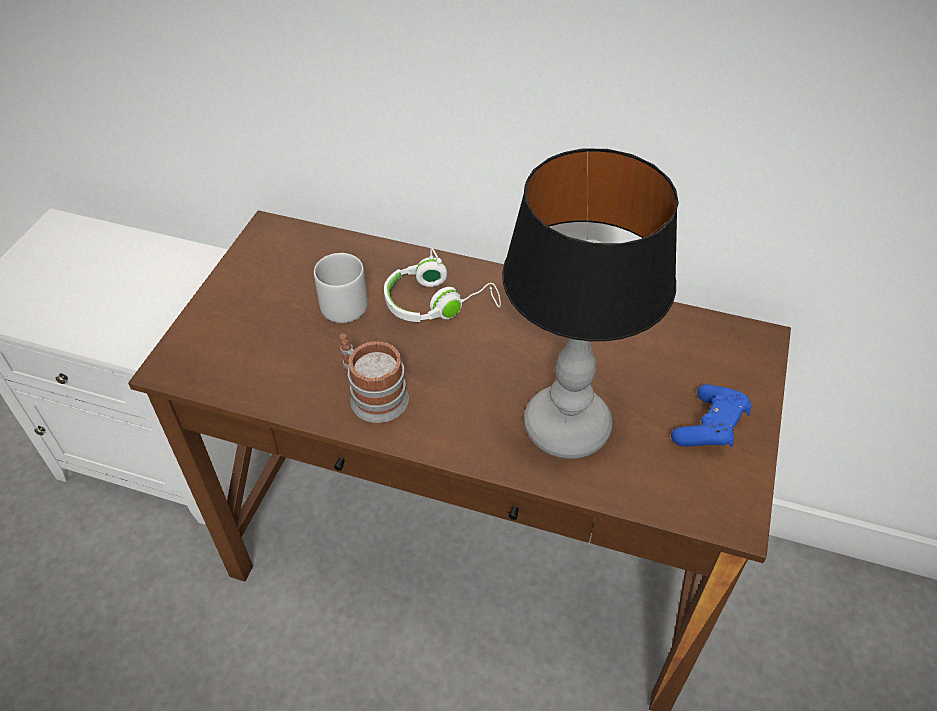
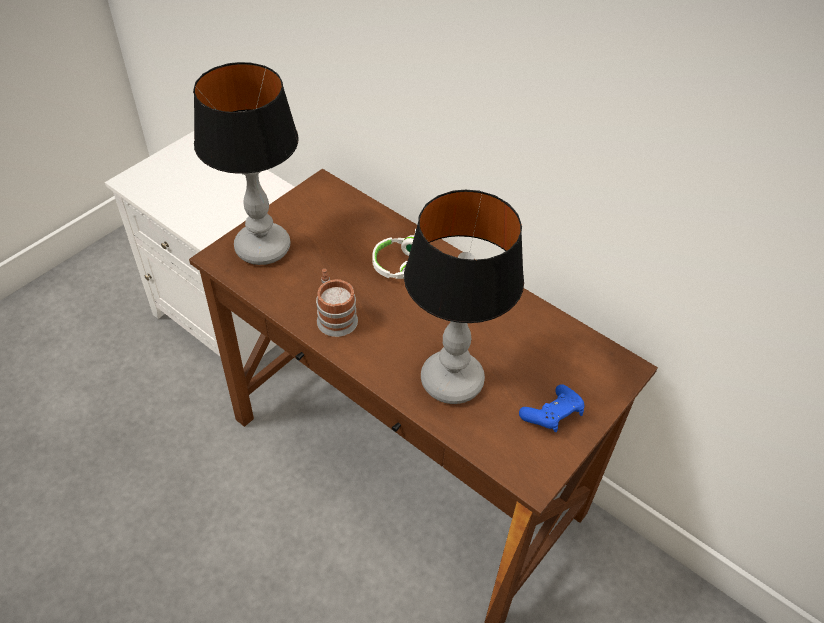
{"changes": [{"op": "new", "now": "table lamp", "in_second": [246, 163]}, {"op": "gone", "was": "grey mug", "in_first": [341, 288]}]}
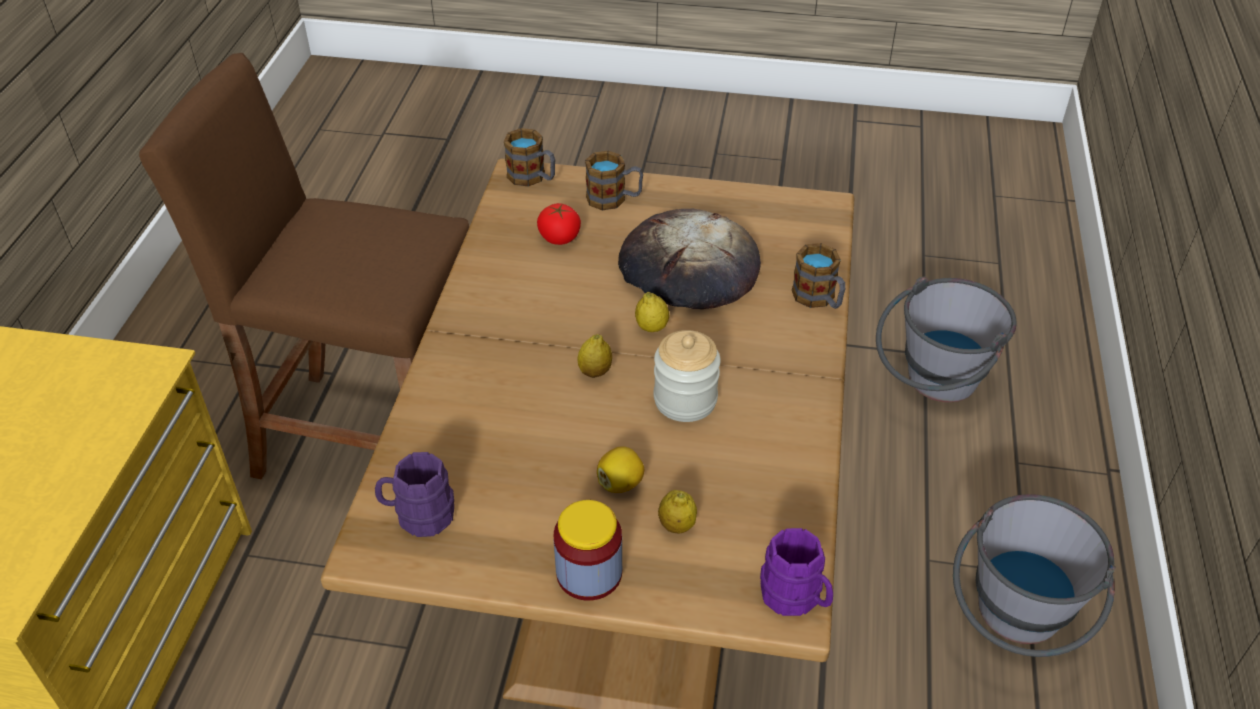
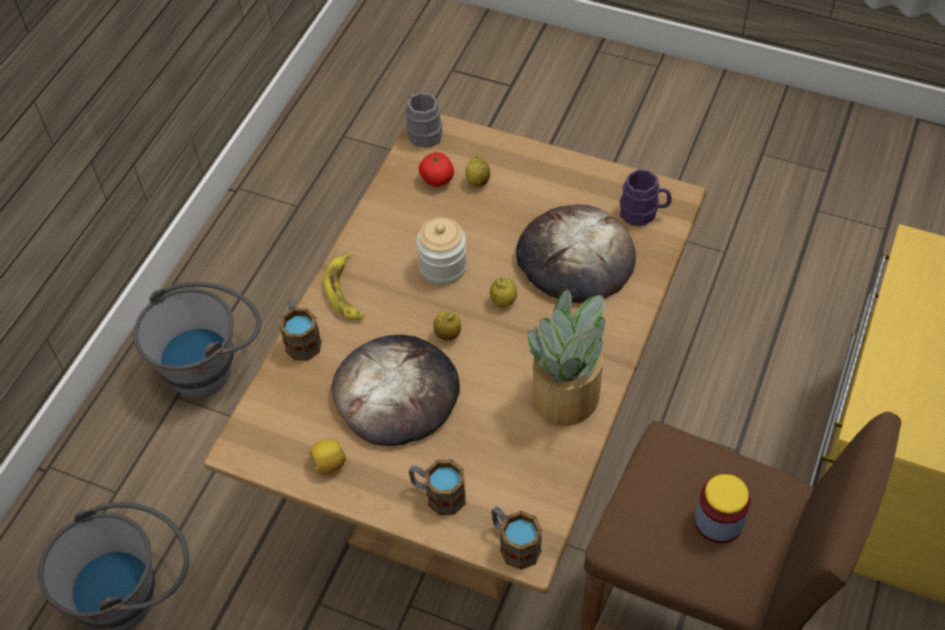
{"changes": [{"op": "shifted", "was": "lemon", "in_first": [620, 469], "in_second": [327, 456]}, {"op": "new", "now": "banana", "in_second": [343, 285]}, {"op": "repainted", "was": "purple mug", "now": "grey mug", "in_first": [796, 572], "in_second": [424, 120]}, {"op": "shifted", "was": "tomato", "in_first": [559, 224], "in_second": [436, 169]}, {"op": "new", "now": "bread", "in_second": [576, 253]}, {"op": "new", "now": "potted plant", "in_second": [567, 357]}, {"op": "shifted", "was": "jar", "in_first": [588, 550], "in_second": [722, 508]}]}
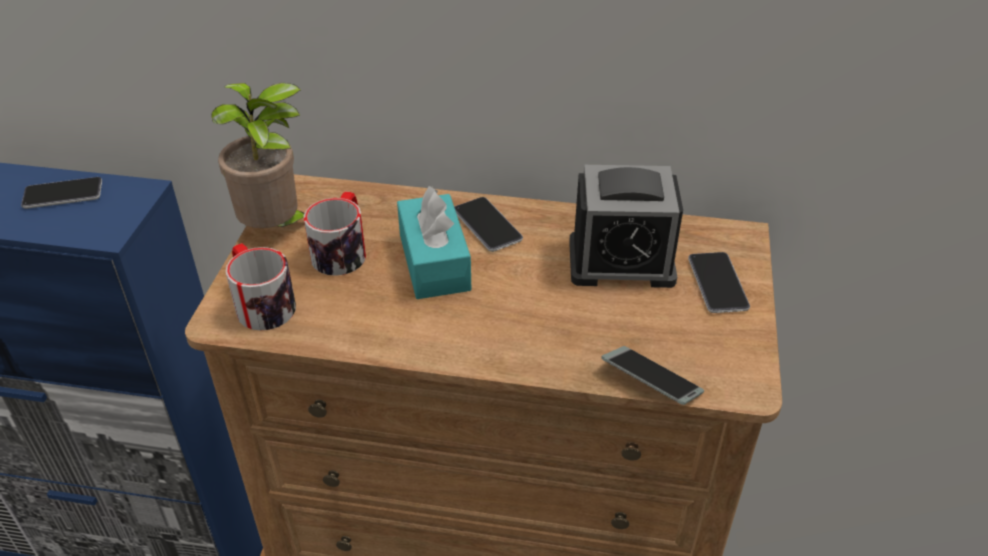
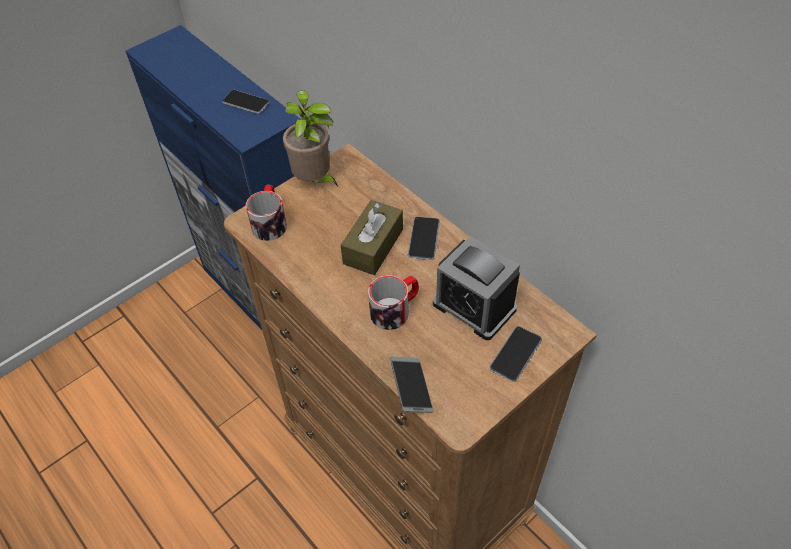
{"changes": [{"op": "repainted", "was": "turquoise tissue box", "now": "brown tissue box", "in_first": [434, 242], "in_second": [372, 237]}, {"op": "shifted", "was": "mug", "in_first": [335, 234], "in_second": [393, 302]}]}
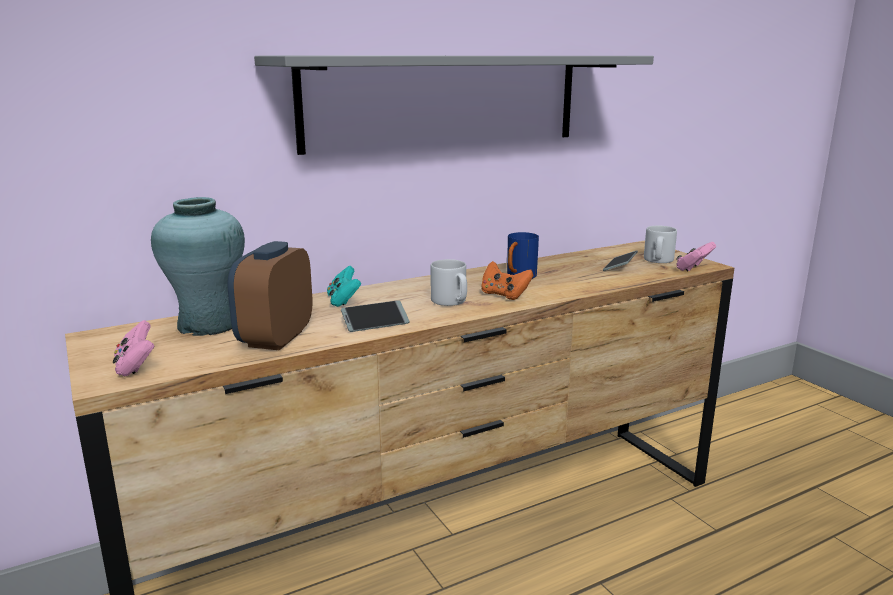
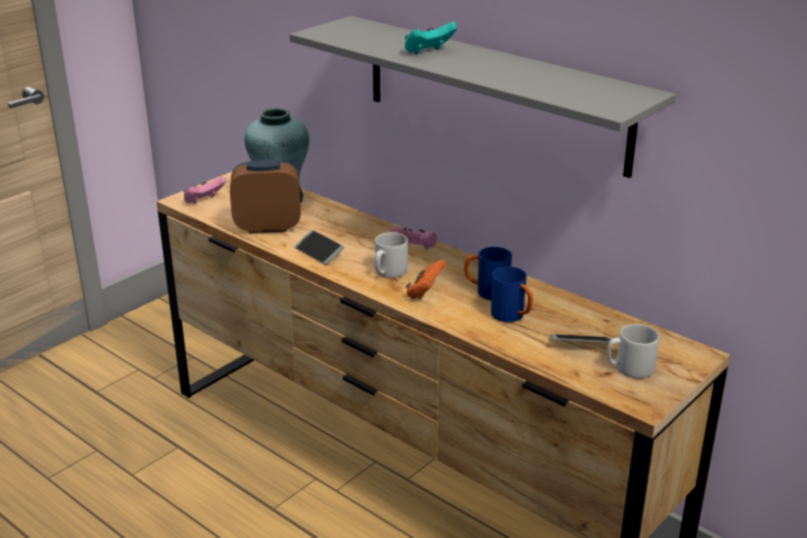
{"changes": [{"op": "shifted", "was": "pink game controller", "in_first": [696, 257], "in_second": [413, 238]}, {"op": "shifted", "was": "turquoise game controller", "in_first": [344, 286], "in_second": [431, 38]}, {"op": "new", "now": "blue mug", "in_second": [512, 294]}]}
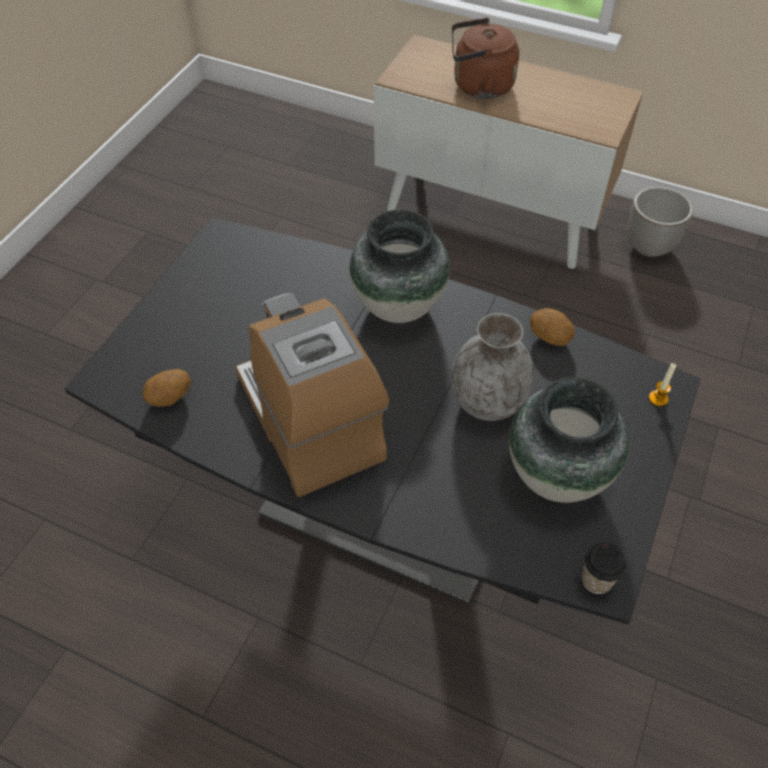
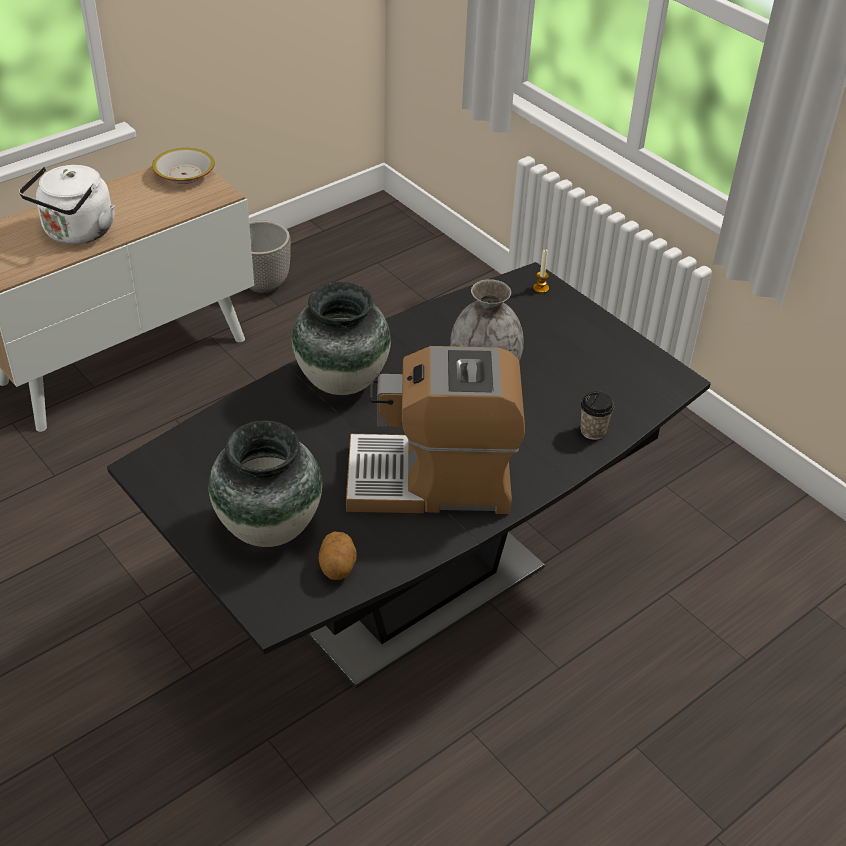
{"changes": [{"op": "repainted", "was": "brown kettle", "now": "white kettle", "in_first": [486, 58], "in_second": [67, 204]}, {"op": "new", "now": "bowl", "in_second": [183, 166]}, {"op": "shifted", "was": "vase", "in_first": [569, 440], "in_second": [265, 483]}, {"op": "shifted", "was": "cup", "in_first": [604, 568], "in_second": [597, 415]}, {"op": "gone", "was": "potato", "in_first": [552, 327]}]}
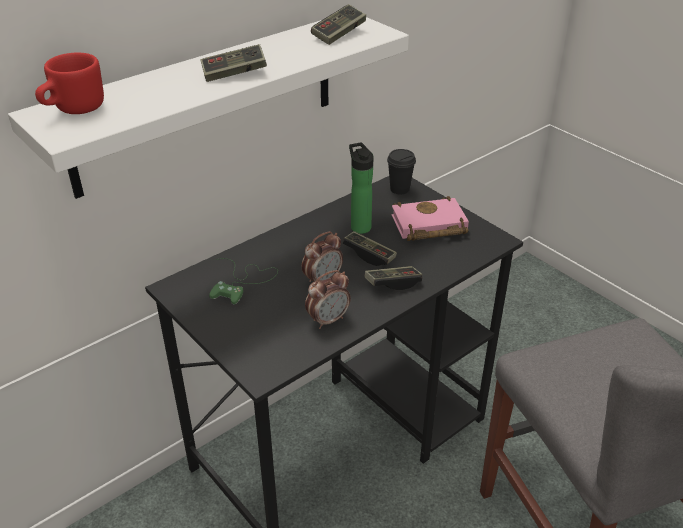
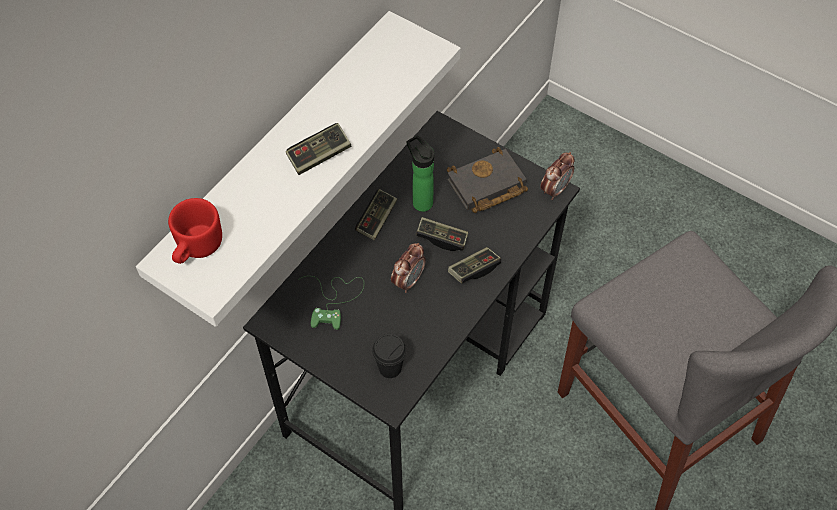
{"changes": [{"op": "shifted", "was": "game controller", "in_first": [338, 24], "in_second": [376, 214]}, {"op": "shifted", "was": "black cup", "in_first": [401, 171], "in_second": [389, 356]}, {"op": "repainted", "was": "pink book", "now": "black book", "in_first": [430, 218], "in_second": [487, 180]}, {"op": "shifted", "was": "alarm clock", "in_first": [328, 299], "in_second": [557, 176]}]}
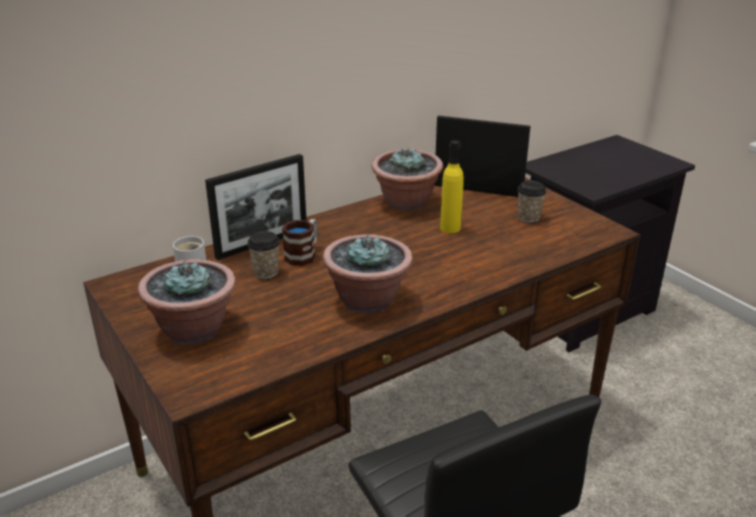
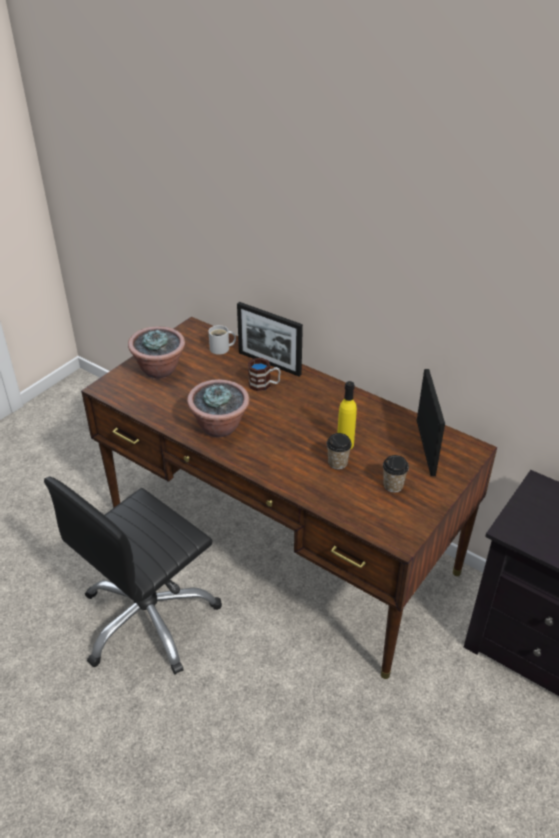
{"changes": [{"op": "shifted", "was": "cup", "in_first": [263, 255], "in_second": [339, 451]}, {"op": "gone", "was": "potted plant", "in_first": [407, 179]}]}
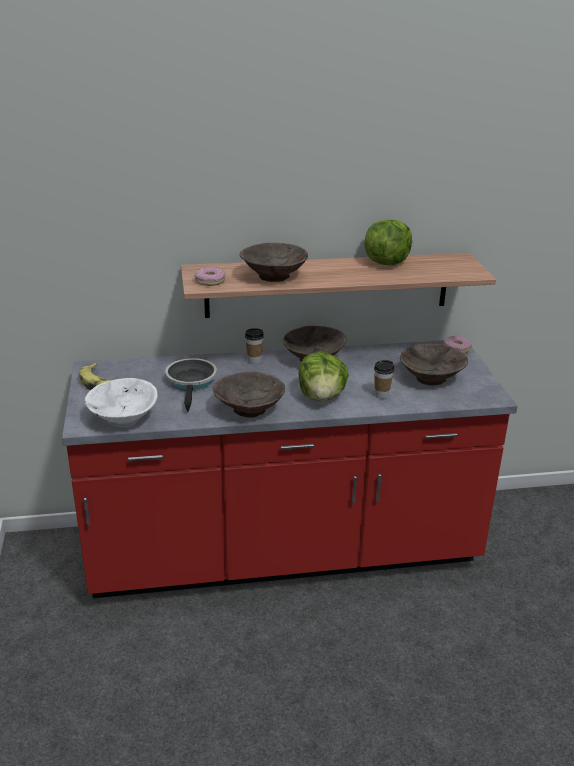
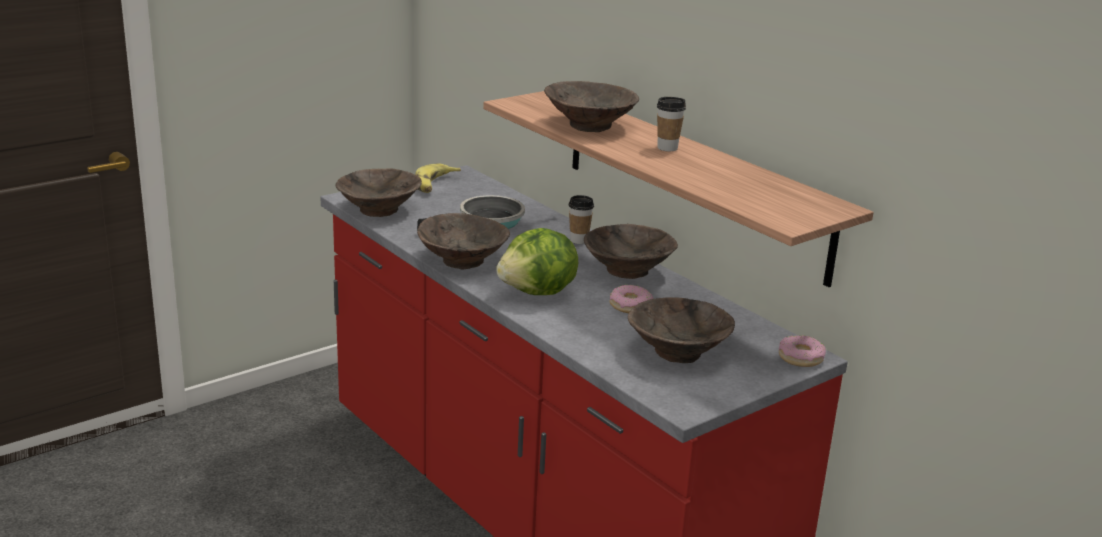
{"changes": [{"op": "repainted", "was": "white bowl", "now": "brown bowl", "in_first": [121, 402], "in_second": [378, 193]}, {"op": "shifted", "was": "donut", "in_first": [210, 276], "in_second": [631, 299]}, {"op": "shifted", "was": "cup", "in_first": [384, 379], "in_second": [671, 124]}, {"op": "gone", "was": "lettuce", "in_first": [388, 243]}]}
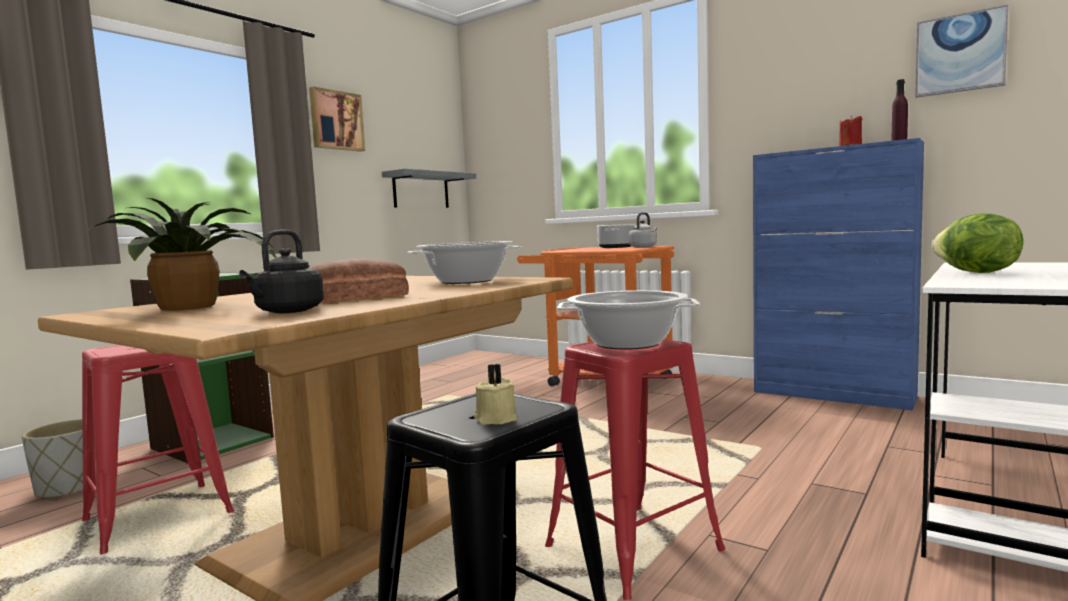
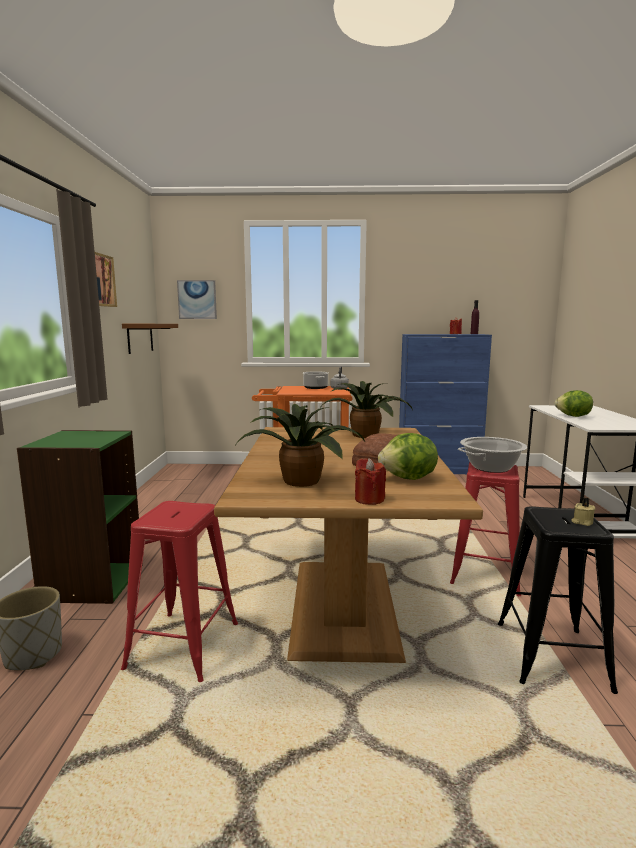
{"changes": [{"op": "repainted", "was": "grey shelf", "now": "brown shelf", "in_first": [429, 188], "in_second": [150, 339]}, {"op": "shifted", "was": "picture", "in_first": [961, 51], "in_second": [197, 299]}, {"op": "swapped", "was": "cooking pot", "now": "potted plant", "in_first": [464, 262], "in_second": [366, 409]}, {"op": "new", "now": "red candle", "in_second": [370, 481]}, {"op": "swapped", "was": "black kettle", "now": "lettuce", "in_first": [281, 271], "in_second": [408, 456]}]}
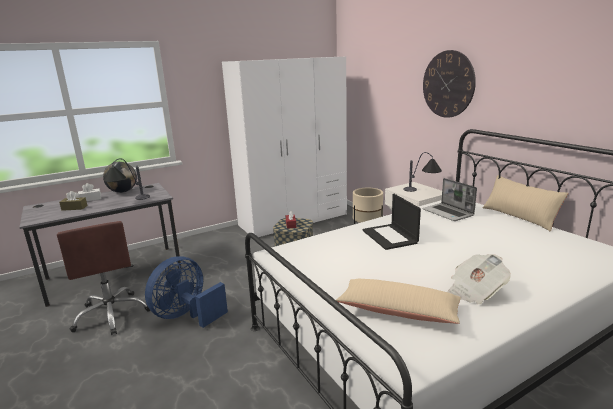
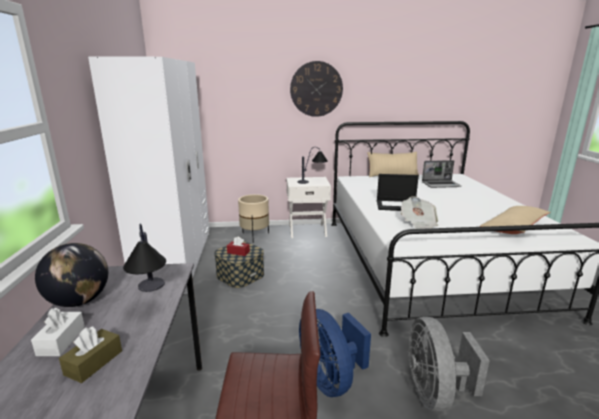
{"changes": [{"op": "shifted", "was": "newspaper", "in_first": [479, 279], "in_second": [419, 212]}, {"op": "new", "now": "grey fan", "in_second": [449, 364]}, {"op": "shifted", "was": "laptop", "in_first": [449, 199], "in_second": [441, 174]}]}
